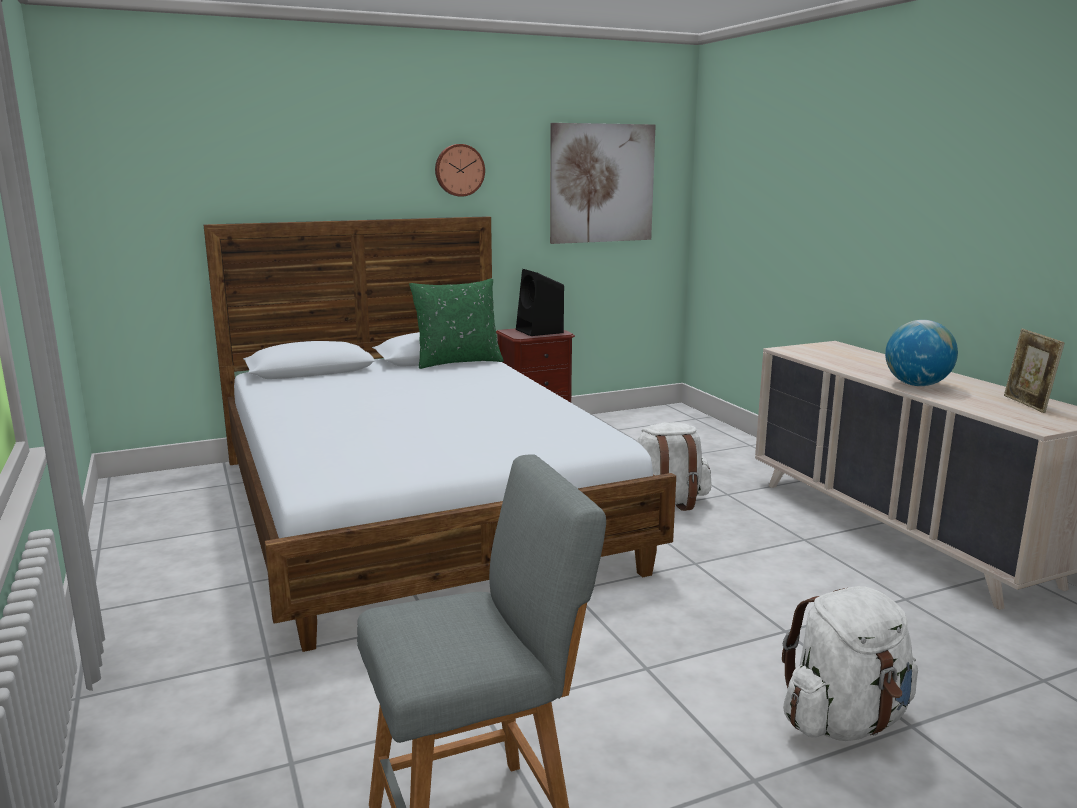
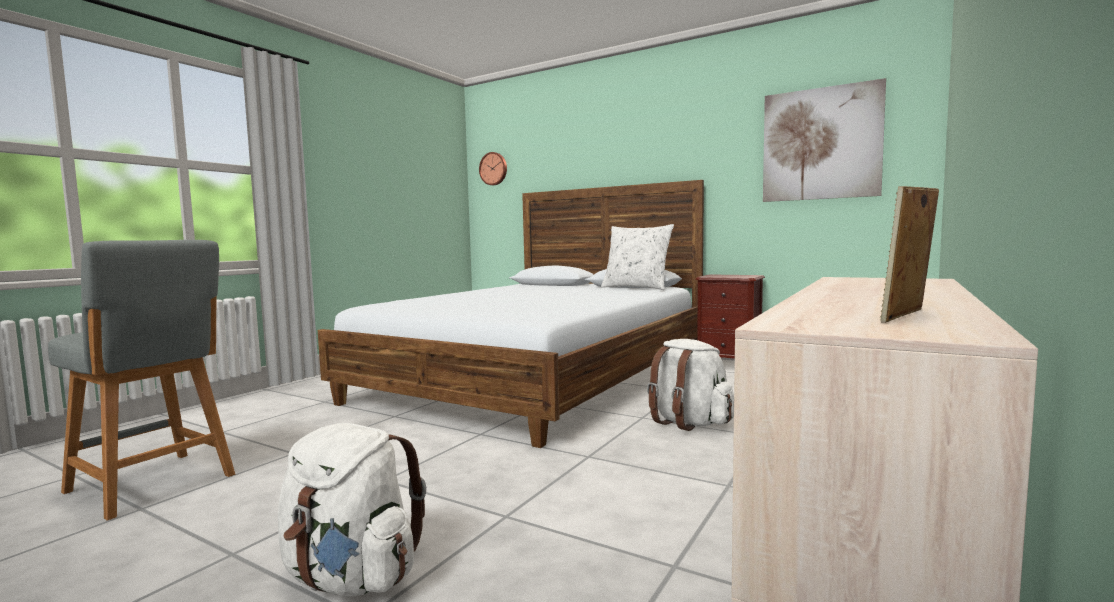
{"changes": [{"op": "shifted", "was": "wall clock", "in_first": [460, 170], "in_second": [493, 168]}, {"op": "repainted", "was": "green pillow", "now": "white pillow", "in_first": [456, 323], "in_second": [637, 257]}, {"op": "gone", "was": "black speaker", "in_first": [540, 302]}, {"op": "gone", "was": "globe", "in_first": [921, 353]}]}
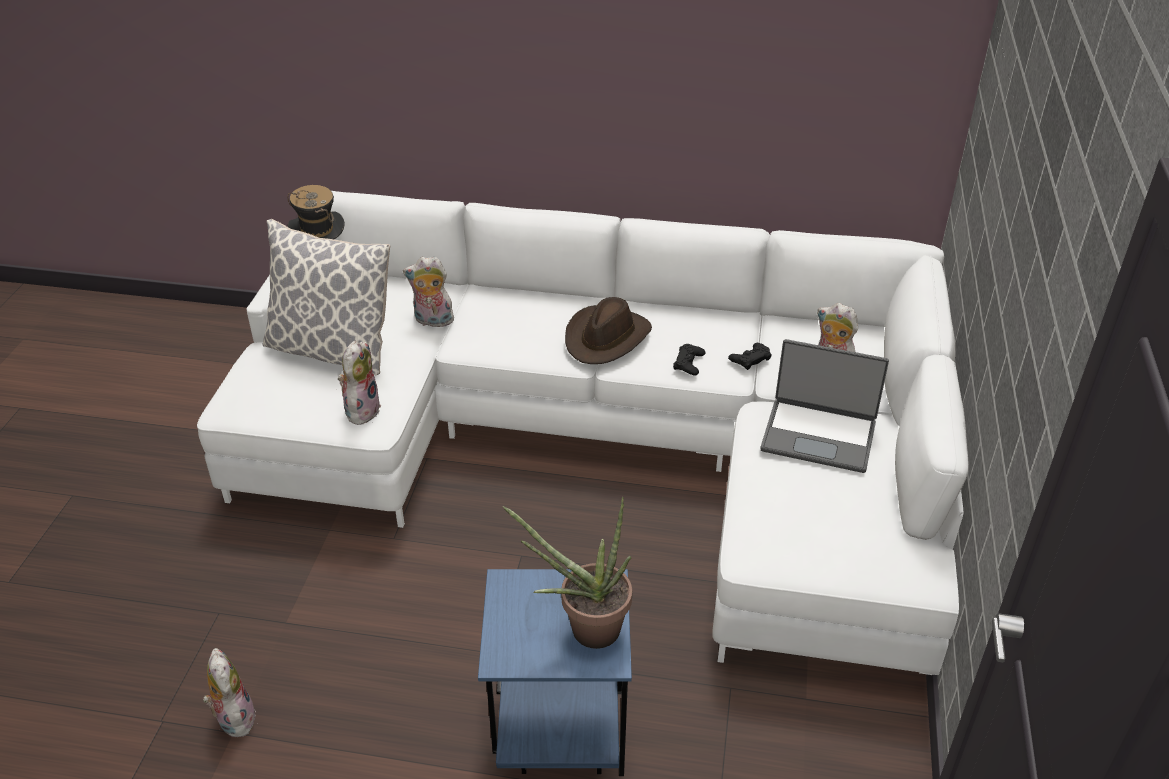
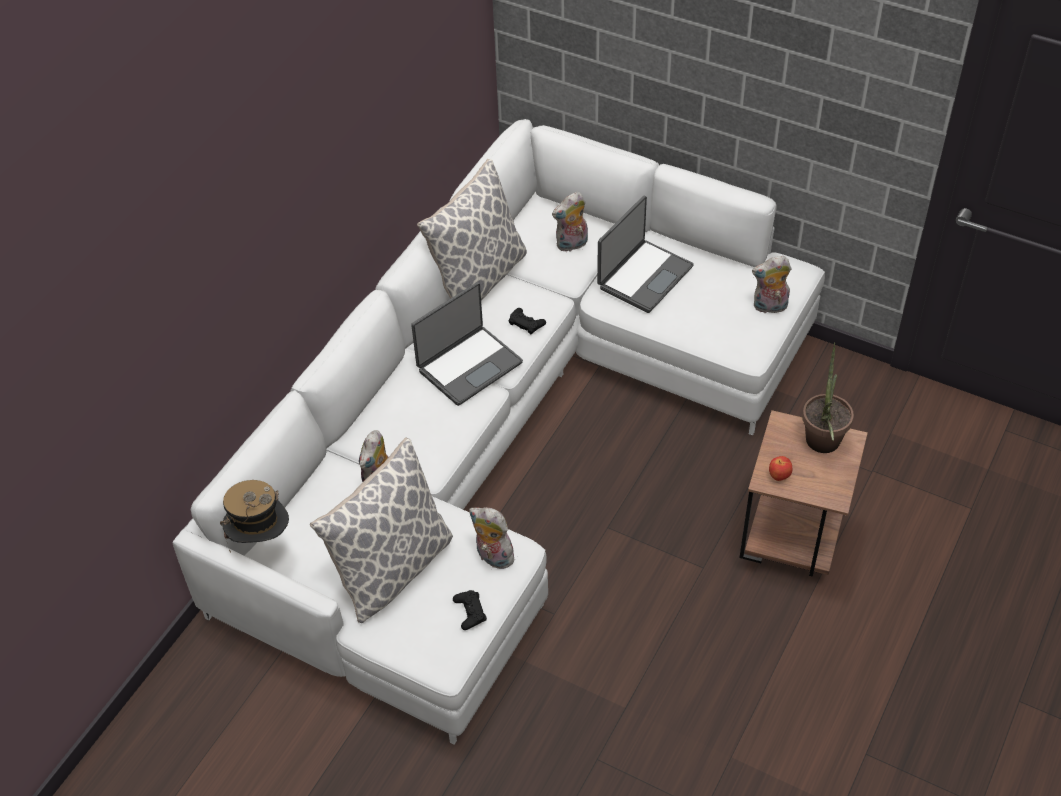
{"changes": [{"op": "swapped", "was": "brown hat", "now": "laptop", "in_first": [608, 330], "in_second": [467, 344]}, {"op": "new", "now": "pillow", "in_second": [472, 229]}, {"op": "shifted", "was": "black game controller", "in_first": [750, 356], "in_second": [470, 610]}, {"op": "repainted", "was": "blue side table", "now": "brown side table", "in_first": [555, 672], "in_second": [803, 493]}, {"op": "shifted", "was": "plush toy", "in_first": [229, 692], "in_second": [771, 284]}, {"op": "new", "now": "apple", "in_second": [780, 468]}]}
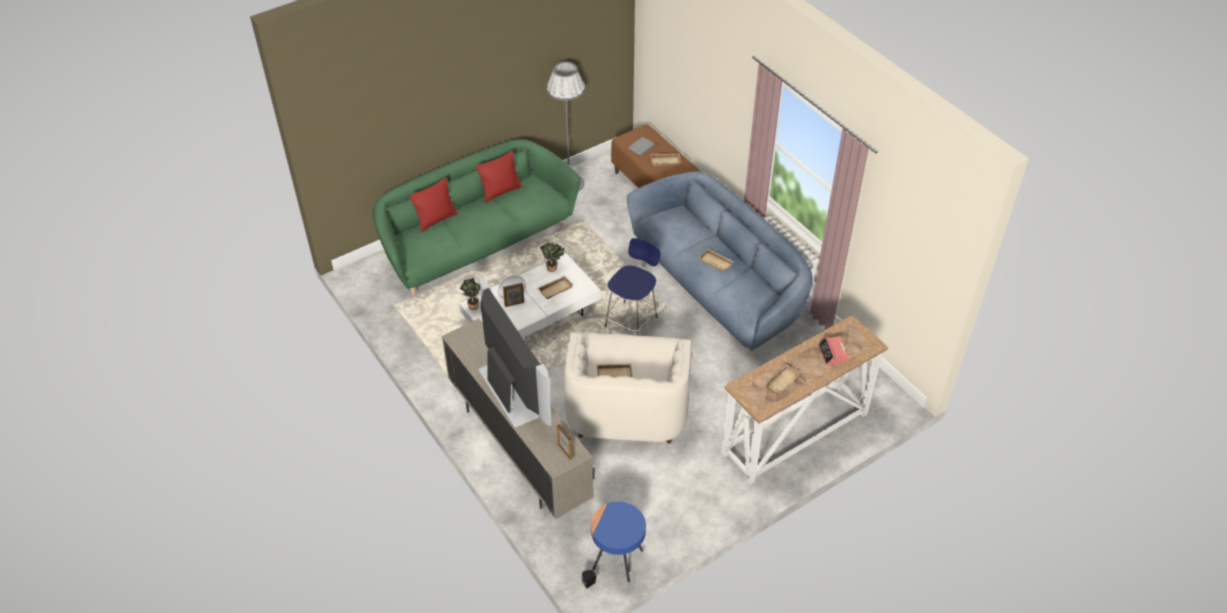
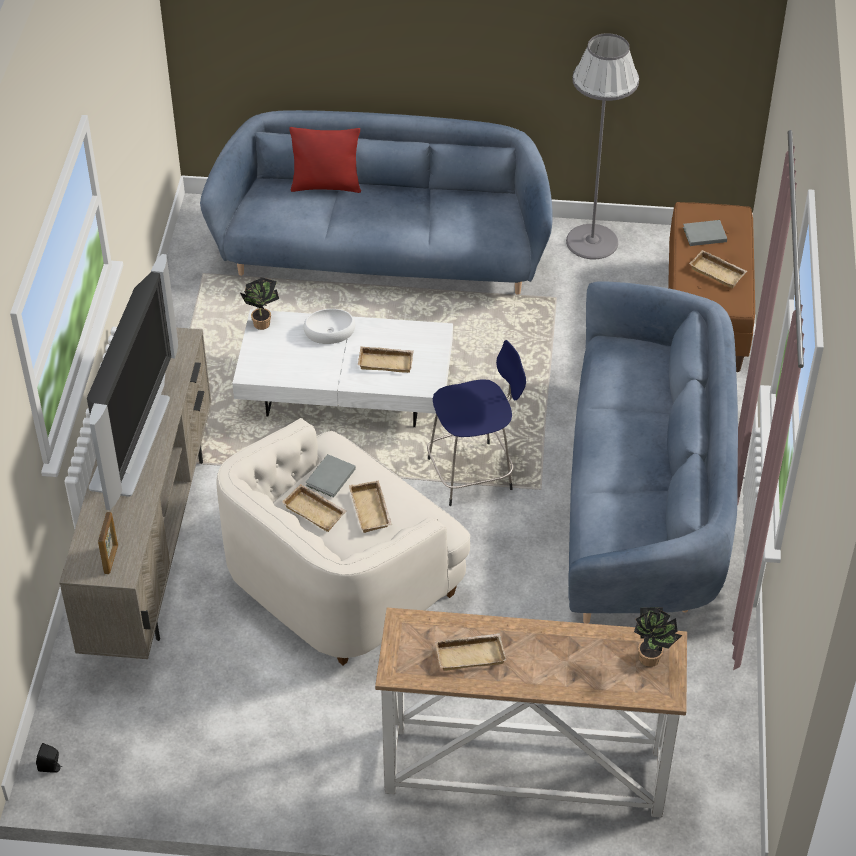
{"changes": [{"op": "repainted", "was": "green sofa", "now": "blue sofa", "in_first": [476, 217], "in_second": [376, 202]}, {"op": "new", "now": "grey book", "in_second": [330, 476]}, {"op": "shifted", "was": "beige tray", "in_first": [716, 260], "in_second": [370, 506]}, {"op": "shifted", "was": "potted plant", "in_first": [552, 257], "in_second": [658, 637]}, {"op": "gone", "was": "red pillow", "in_first": [499, 177]}, {"op": "gone", "was": "picture frame", "in_first": [513, 295]}, {"op": "gone", "was": "blue side table", "in_first": [618, 542]}, {"op": "gone", "was": "alarm clock", "in_first": [834, 351]}]}
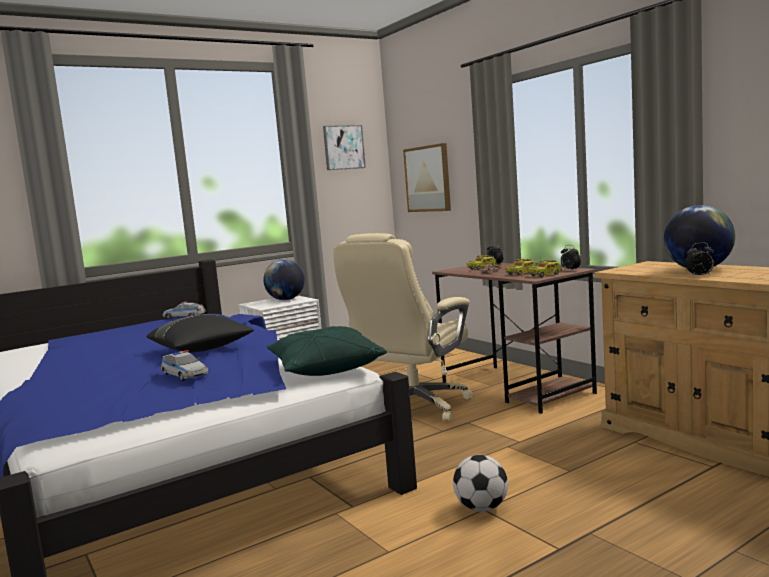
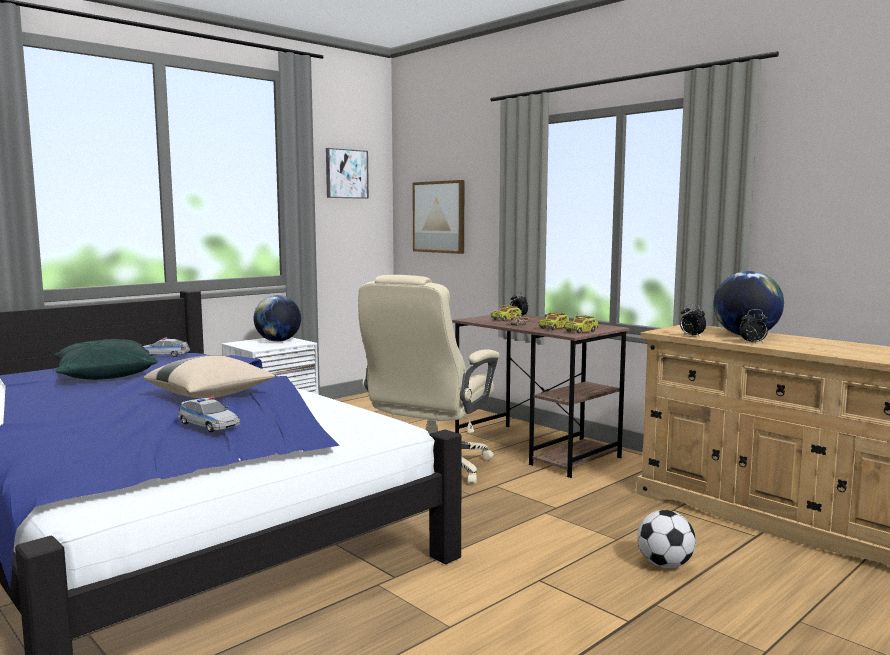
{"changes": [{"op": "shifted", "was": "green pillow", "in_first": [327, 351], "in_second": [106, 359]}, {"op": "repainted", "was": "black pillow", "now": "beige pillow", "in_first": [200, 333], "in_second": [209, 377]}, {"op": "shifted", "was": "football", "in_first": [480, 483], "in_second": [666, 539]}, {"op": "shifted", "was": "alarm clock", "in_first": [571, 258], "in_second": [693, 320]}]}
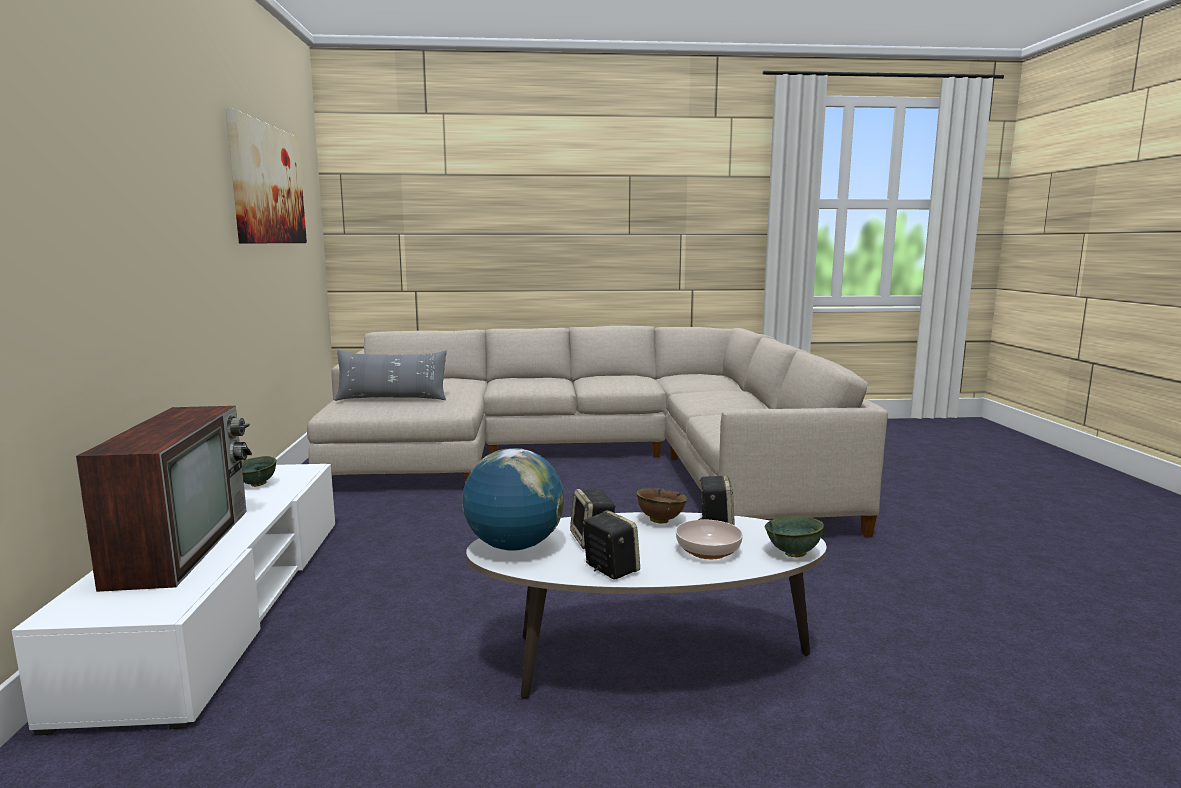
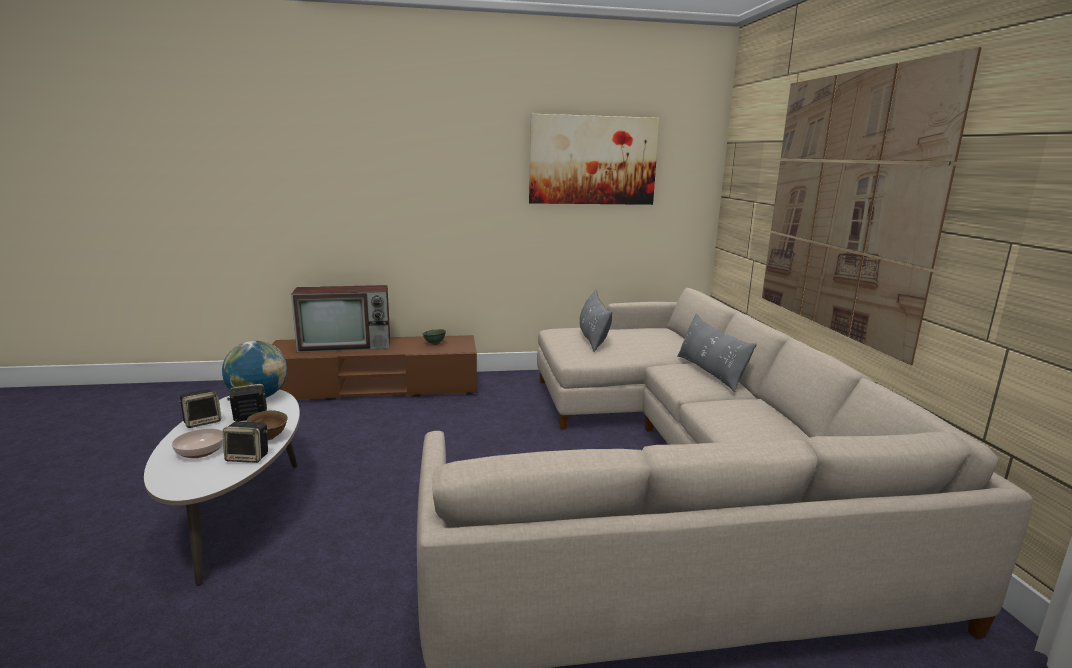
{"changes": [{"op": "repainted", "was": "white tv stand", "now": "brown tv stand", "in_first": [173, 599], "in_second": [374, 367]}, {"op": "new", "now": "grey pillow", "in_second": [717, 353]}, {"op": "new", "now": "picture", "in_second": [872, 206]}, {"op": "gone", "was": "green bowl", "in_first": [794, 536]}]}
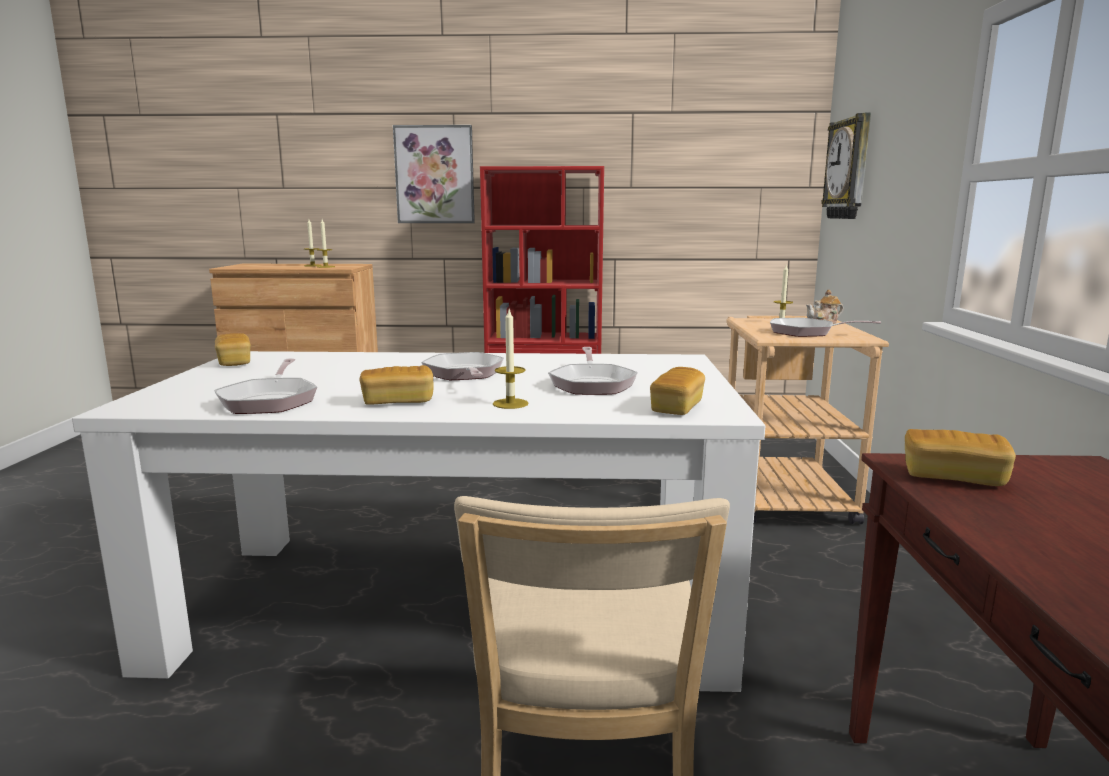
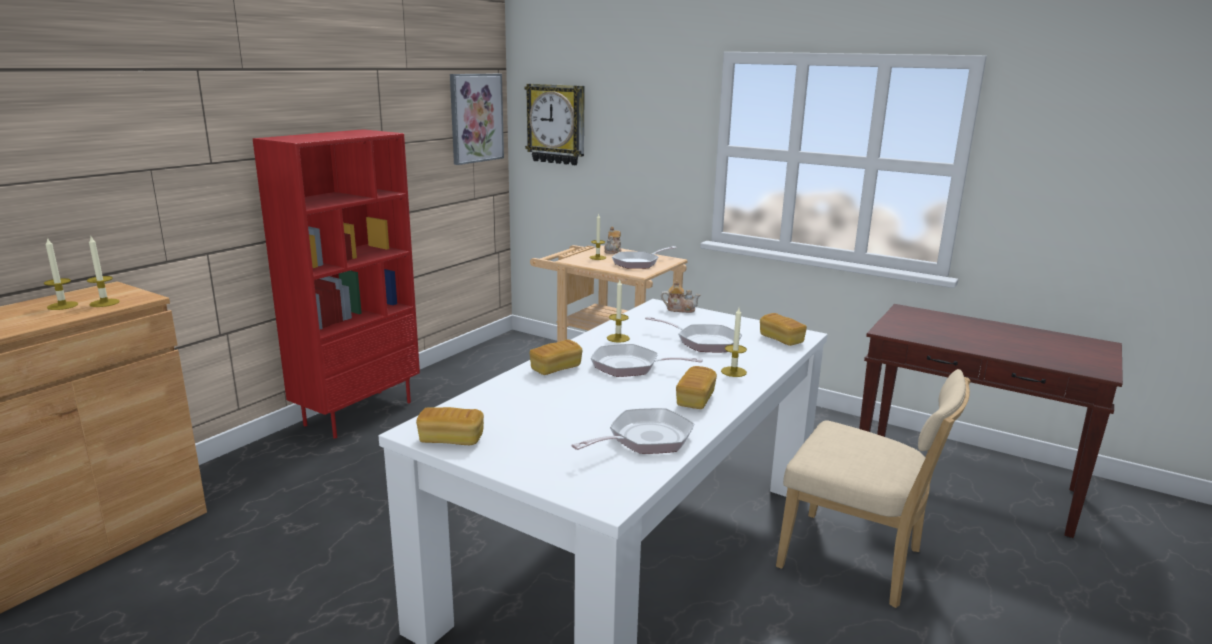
{"changes": [{"op": "shifted", "was": "picture", "in_first": [434, 174], "in_second": [477, 119]}, {"op": "shifted", "was": "bread", "in_first": [960, 457], "in_second": [556, 357]}, {"op": "rotated", "was": "frying pan", "in_first": [265, 386], "in_second": [632, 431], "clockwise": -60}, {"op": "new", "now": "candle", "in_second": [618, 311]}, {"op": "new", "now": "teapot", "in_second": [681, 296]}]}
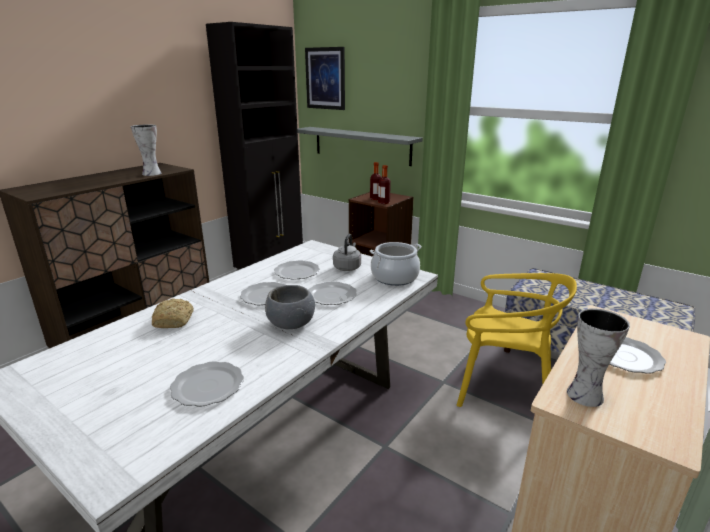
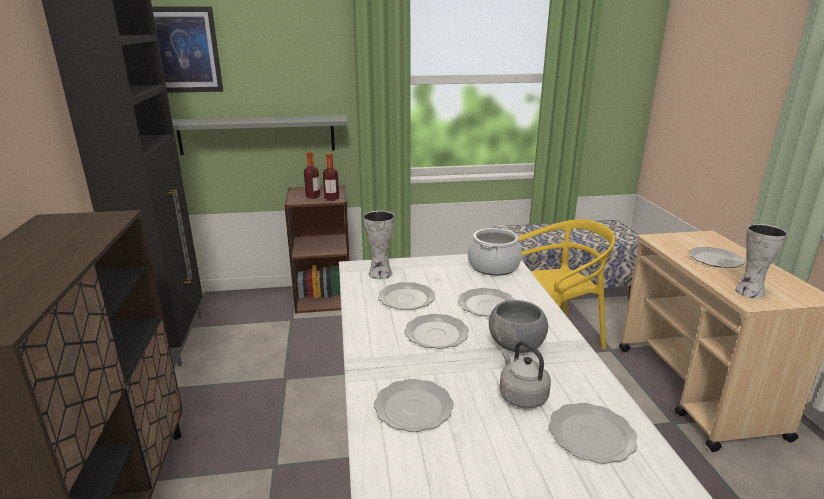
{"changes": [{"op": "shifted", "was": "vase", "in_first": [146, 150], "in_second": [379, 245]}, {"op": "swapped", "was": "bread", "now": "plate", "in_first": [173, 313], "in_second": [414, 405]}, {"op": "shifted", "was": "grey kettle", "in_first": [347, 252], "in_second": [525, 374]}]}
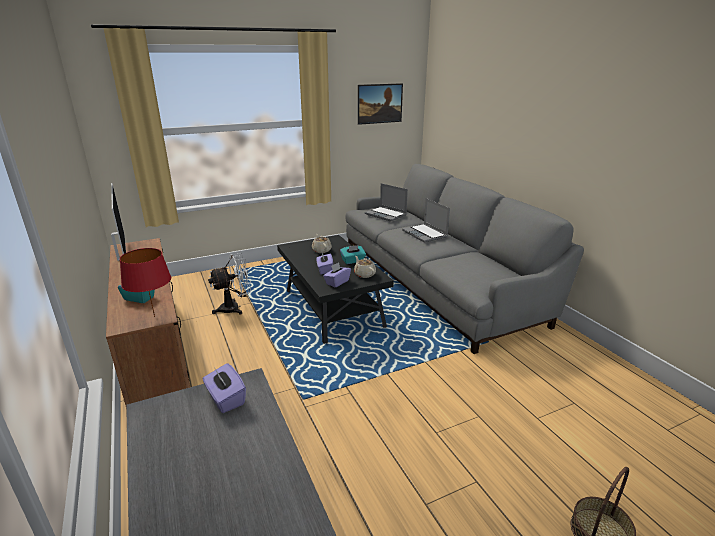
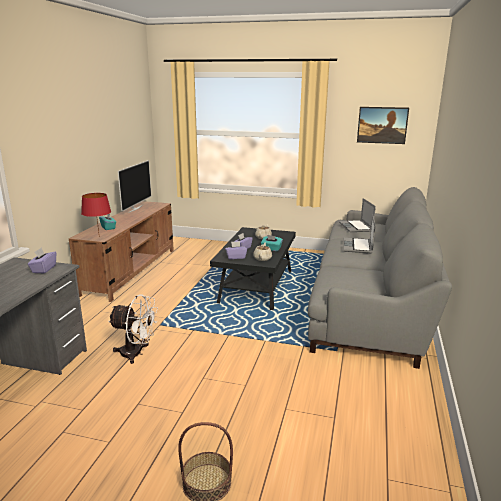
{"changes": [{"op": "shifted", "was": "white fan", "in_first": [229, 284], "in_second": [133, 329]}]}
